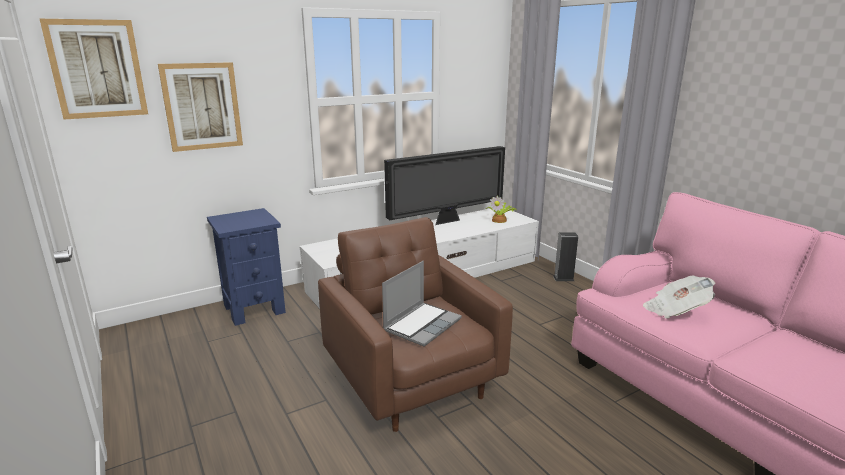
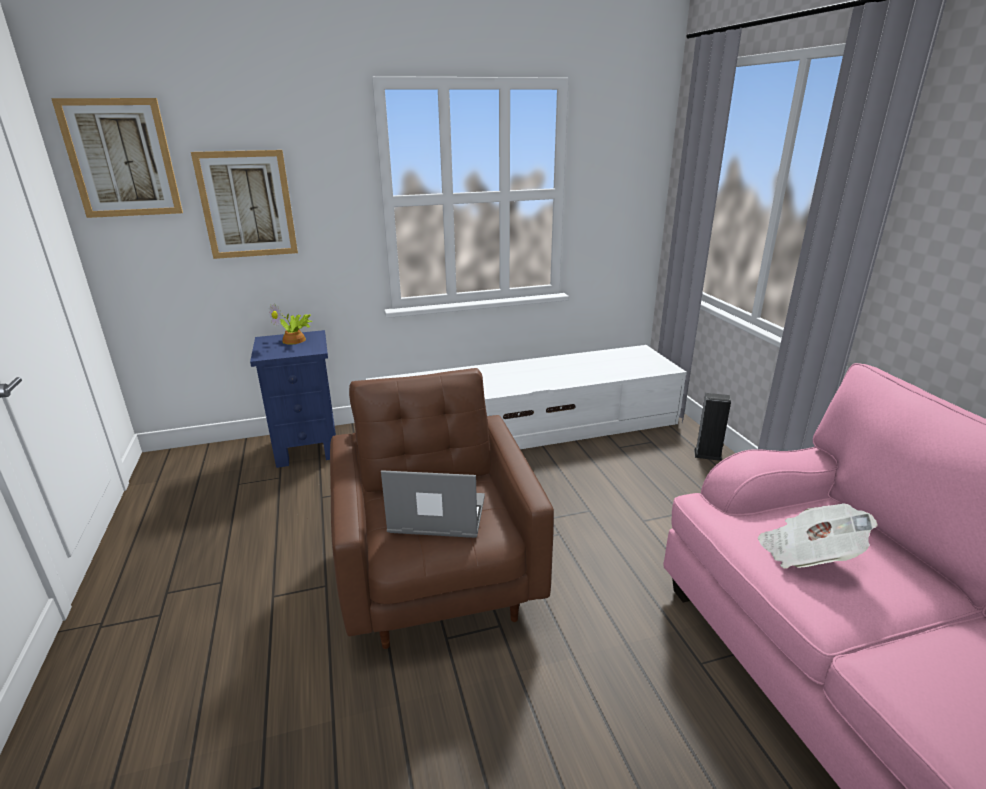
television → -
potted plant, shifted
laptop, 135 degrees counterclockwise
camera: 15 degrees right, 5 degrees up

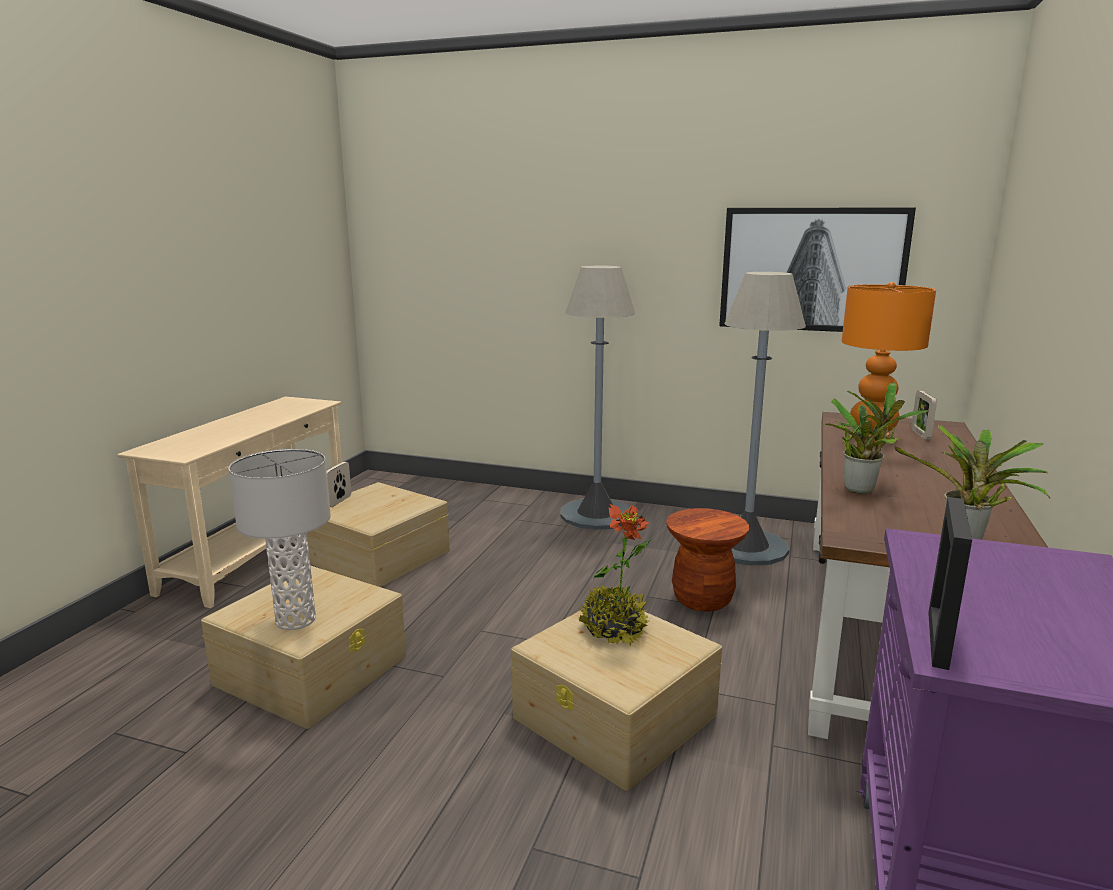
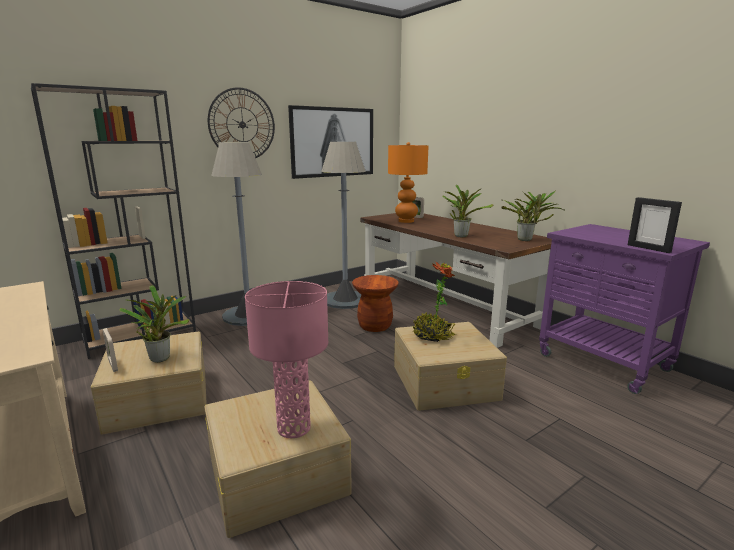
- → bookcase
- → potted plant (no. 1 from left)
- → wall clock
table lamp (white) → table lamp (pink)
camera: 55 degrees left, 0 degrees up

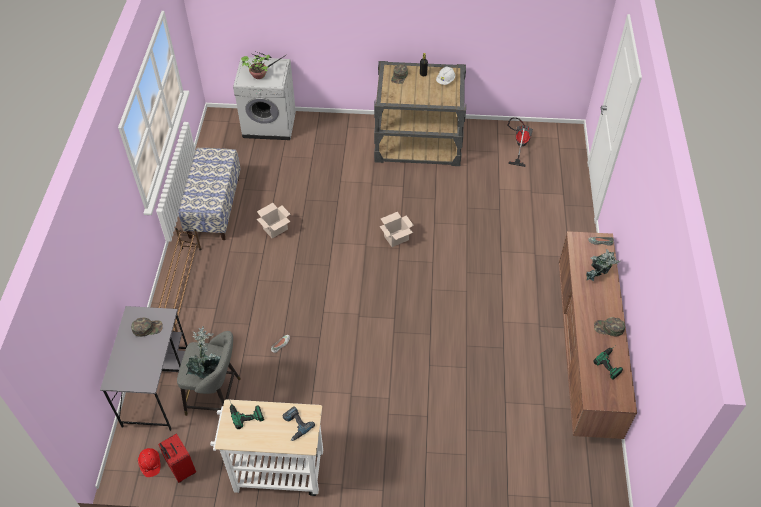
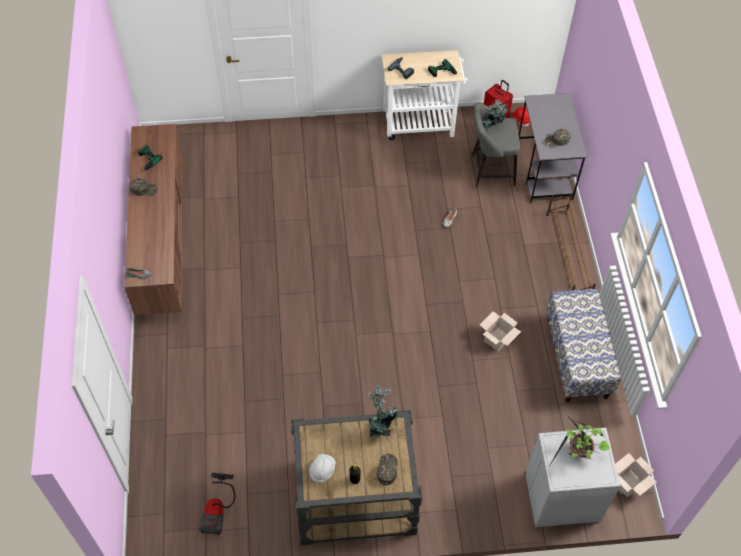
cardboard box (no. 2 from left), shifted
potted plant (no. 3 from left in the first image) → potted plant (no. 1 from left), shifted
camera: 170 degrees right, 5 degrees up

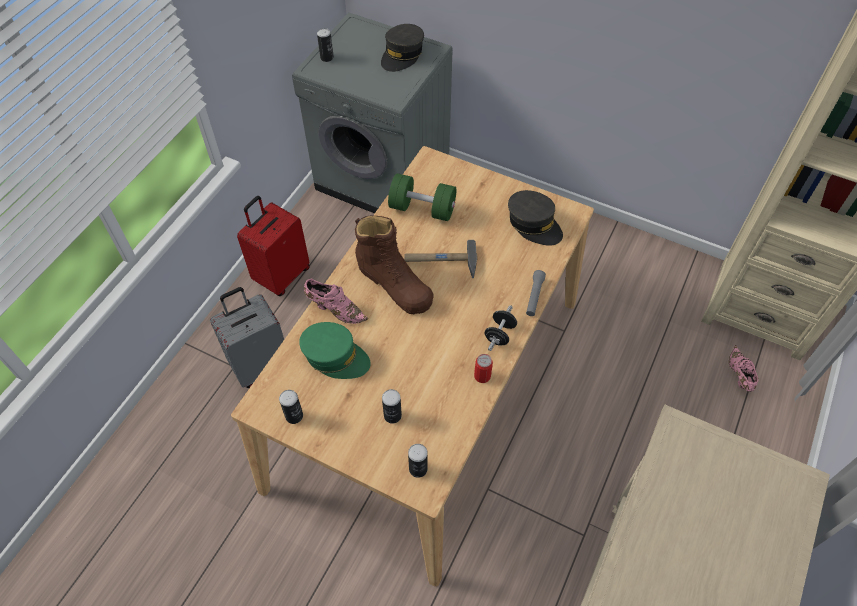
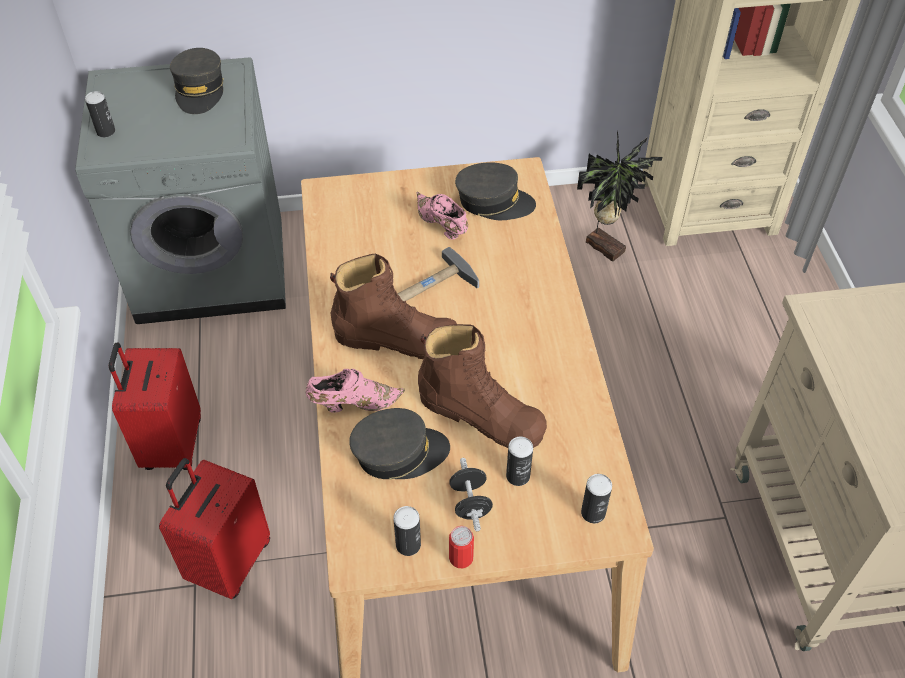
dumbbell (green) → -
flashlight (grey) → -
- → boot (brown) (no. 2 from left)
- → potted plant
can (no. 5 from left in the first image) → can (no. 3 from left), shifted
dumbbell (black), shifted
shoe (pink) (no. 2 from left), shifted
suitcase (grey) → suitcase (red) (no. 2 from left)
cap (green) → cap (grey) (no. 2 from left)
camera: 35 degrees left, 5 degrees down

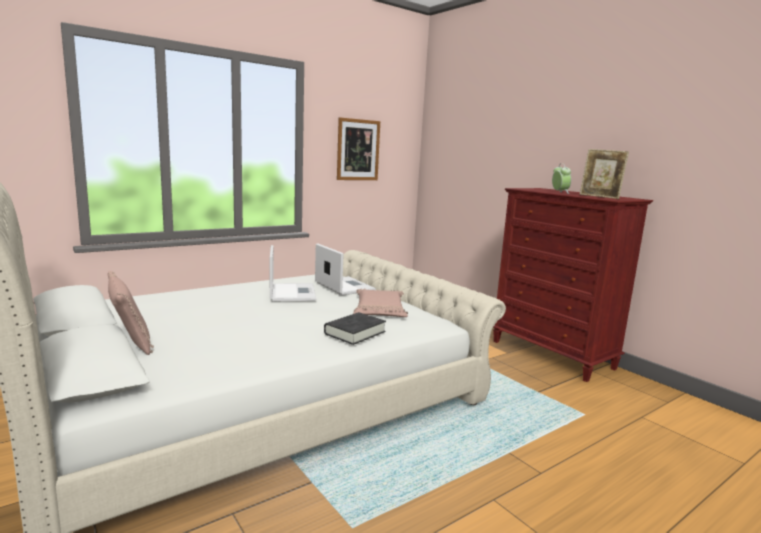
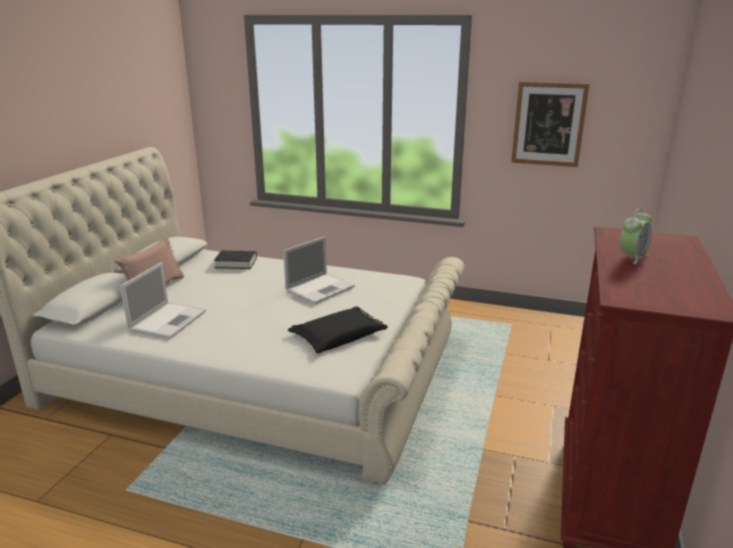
picture frame → -
laptop (no. 2 from left in the first image) → laptop (no. 1 from left), shifted
book (black), shifted
pillow (beige) (no. 2 from left) → pillow (black)
camera: 55 degrees right, 10 degrees up

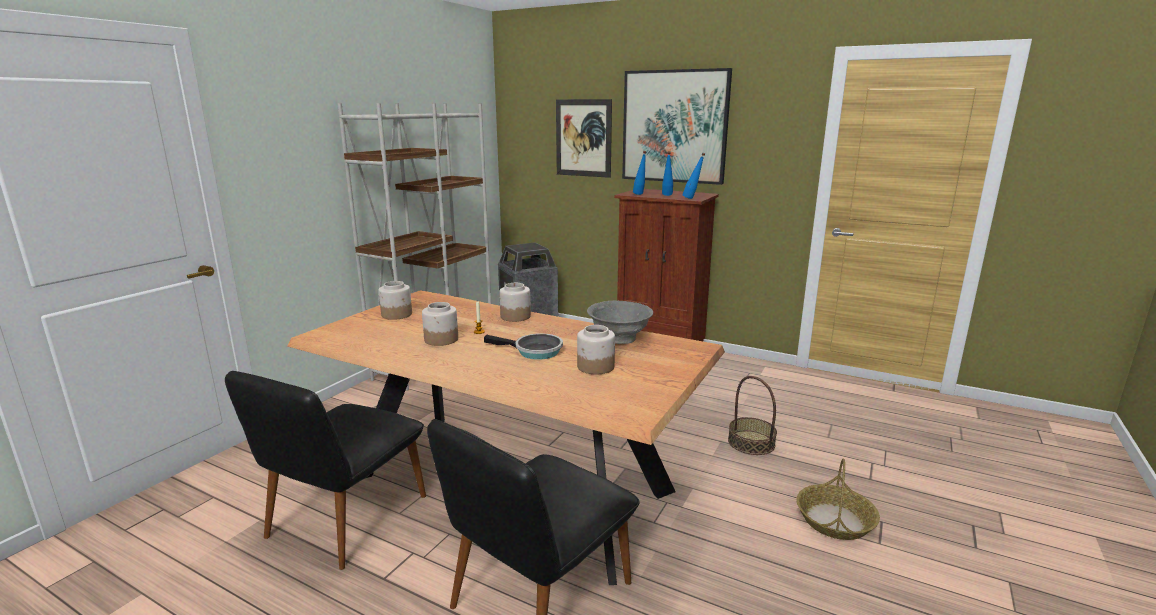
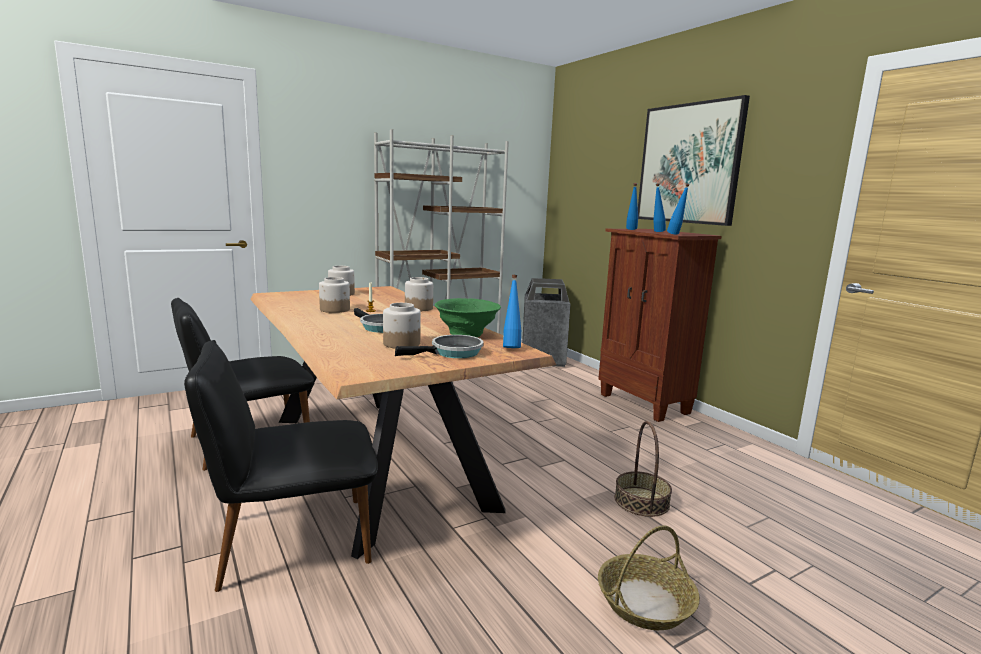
picture (no. 1 from left) → -
- → frying pan (no. 2 from left)
- → bottle (blue) (no. 1 from left)
bowl (grey) → bowl (green)
camera: 30 degrees right, 5 degrees down

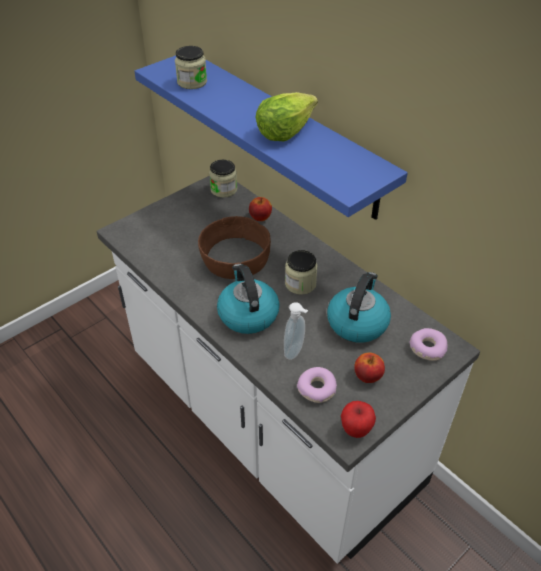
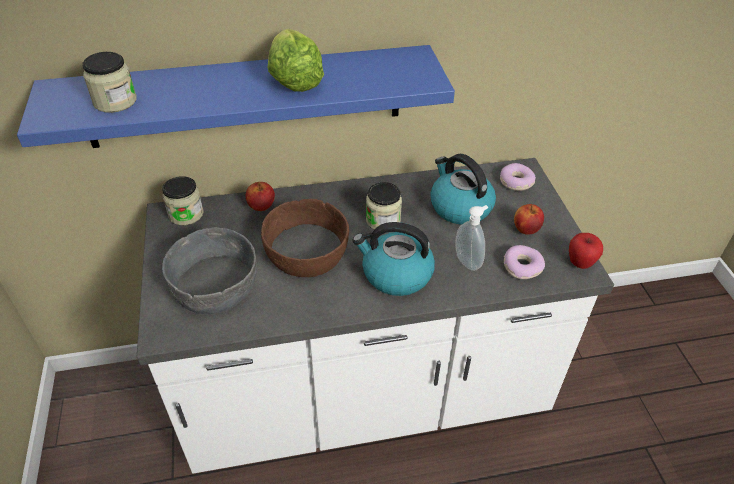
- → bowl (grey)
camera: 60 degrees left, 0 degrees up

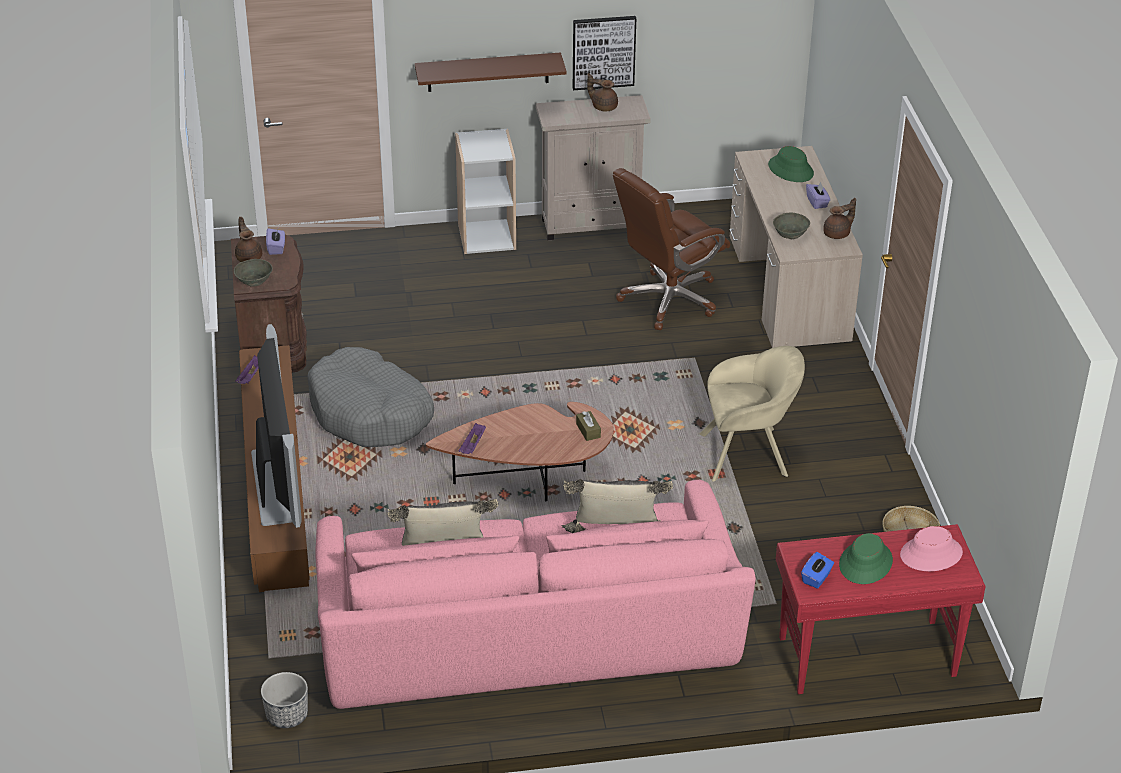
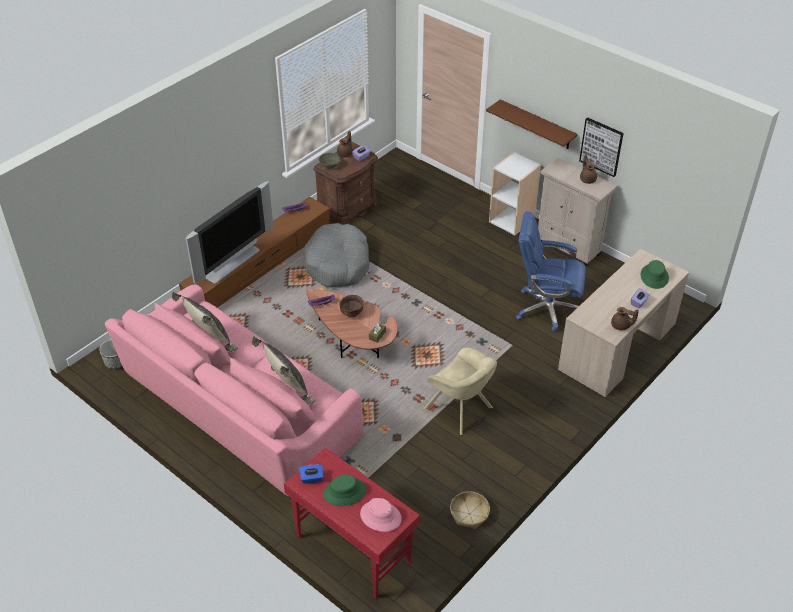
bowl (grey) (no. 2 from left) → -
- → bowl (brown)
office chair (brown) → office chair (blue)
camera: 50 degrees right, 5 degrees up

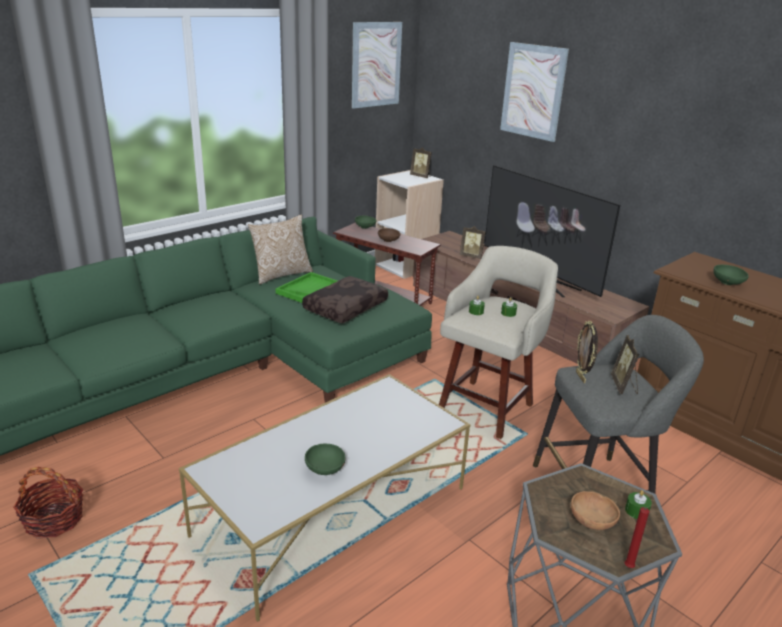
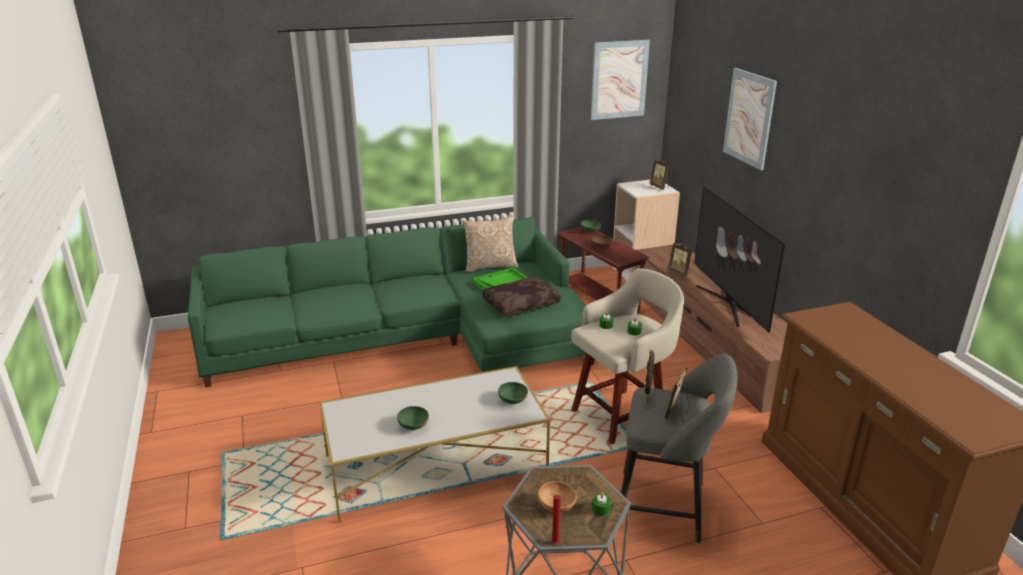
basket → -
bowl (green) (no. 3 from left in the first image) → bowl (green) (no. 2 from left), shifted
camera: 25 degrees right, 0 degrees up

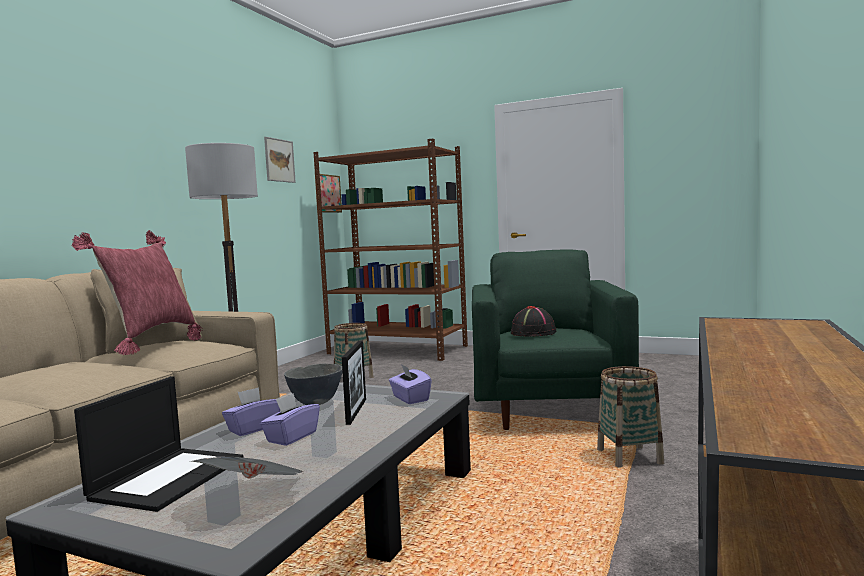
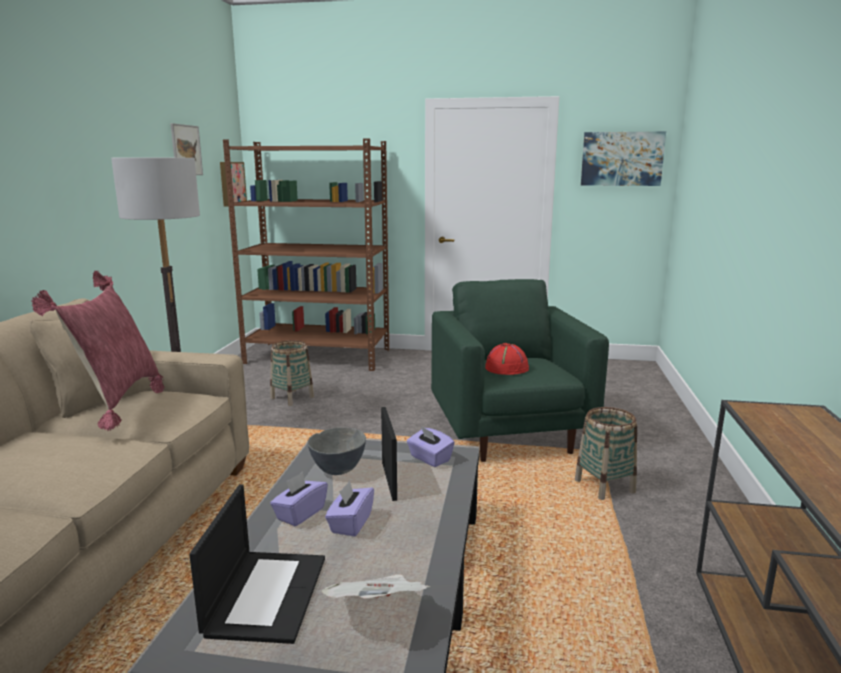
- → picture (no. 3 from left)
hat (black) → hat (red)
camera: 15 degrees left, 10 degrees up

